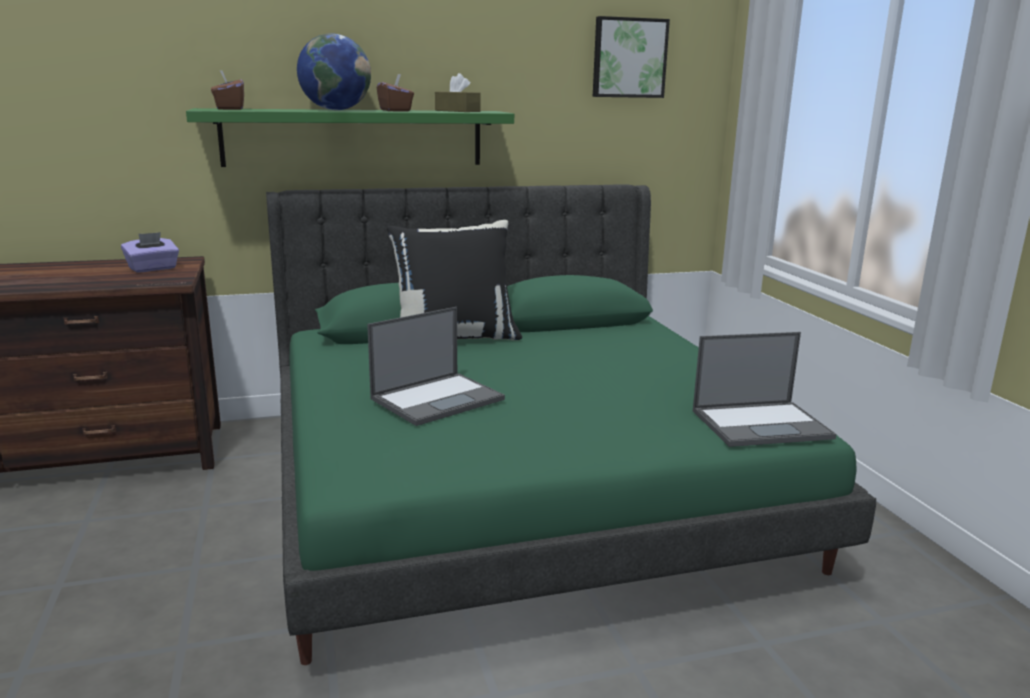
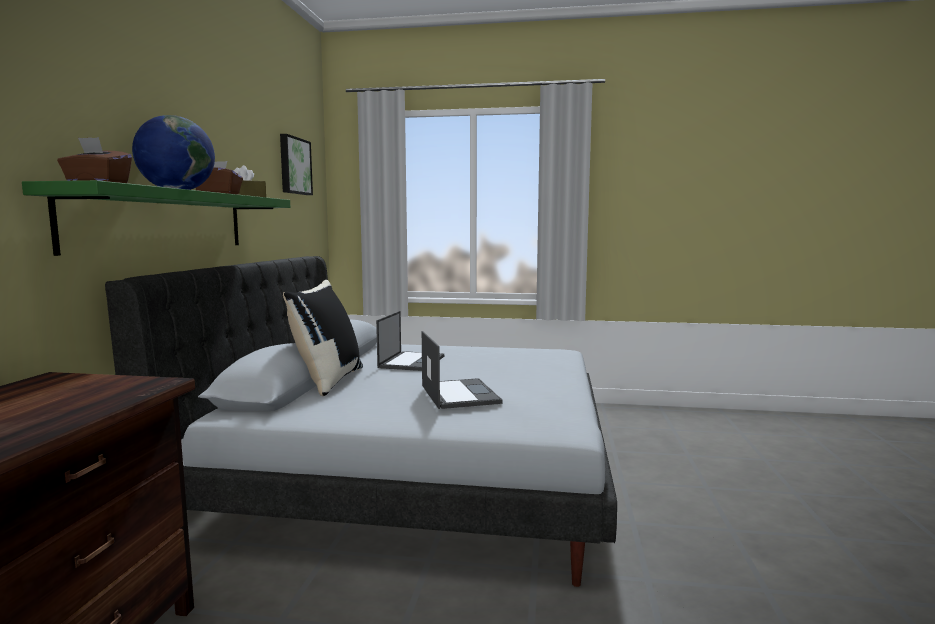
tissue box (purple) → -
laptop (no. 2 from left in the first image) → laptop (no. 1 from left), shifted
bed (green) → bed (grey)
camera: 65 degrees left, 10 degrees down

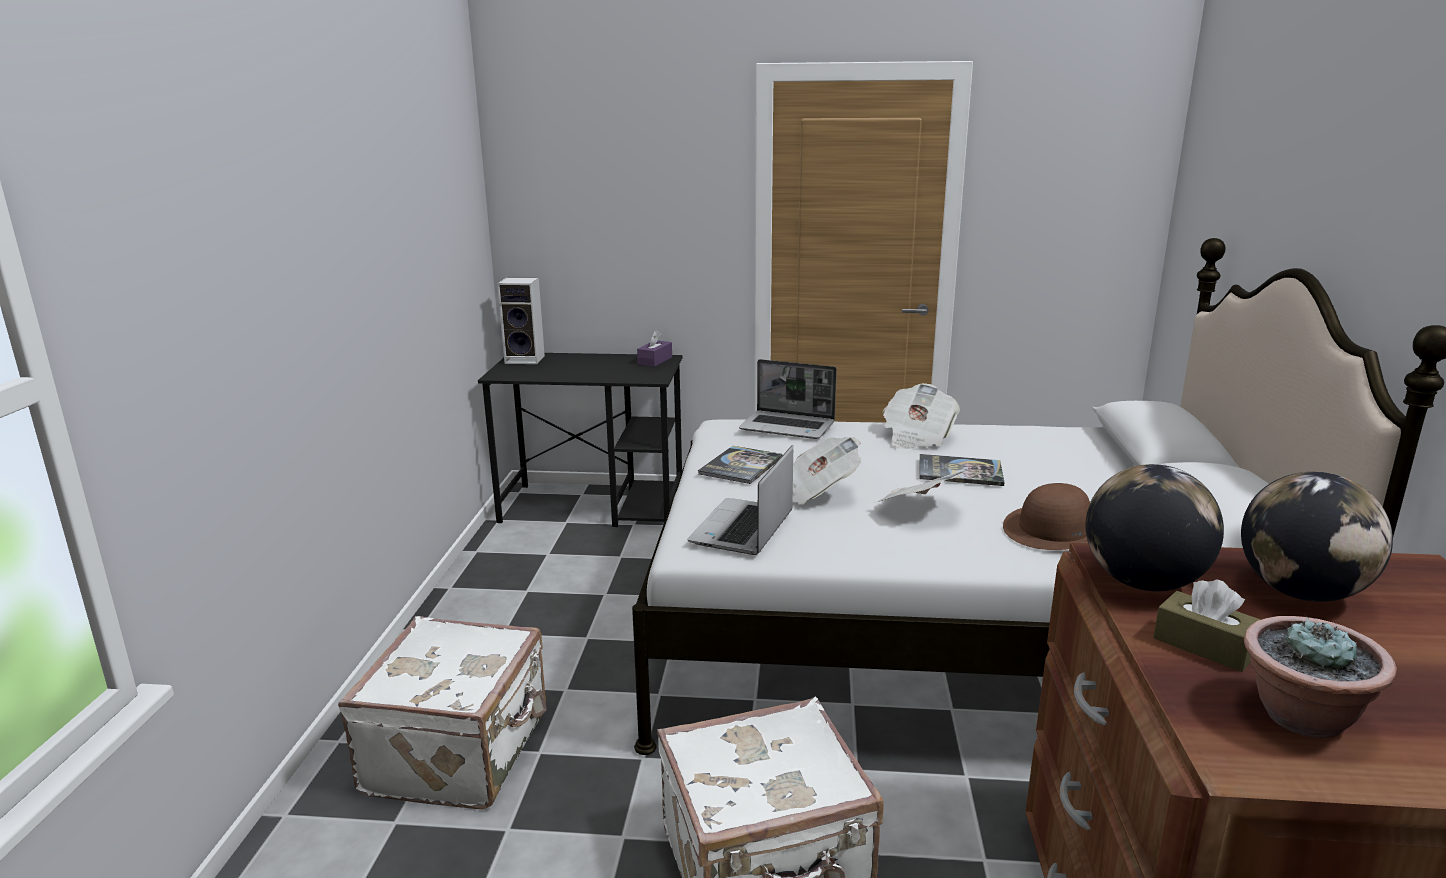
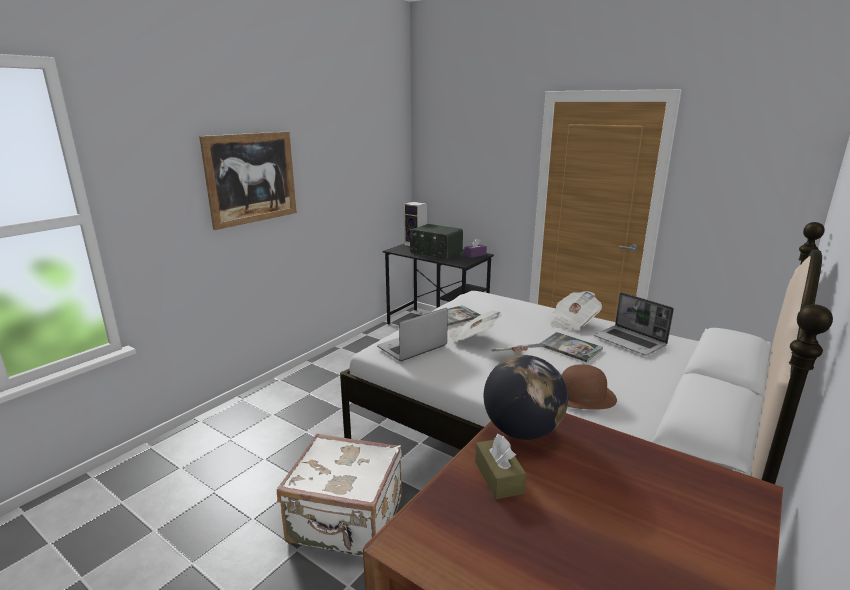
suitcase (white) (no. 1 from left) → -
globe (no. 2 from left) → -
potted plant → -
- → picture
- → radio
laptop (no. 2 from left), shifted
camera: 30 degrees right, 0 degrees up

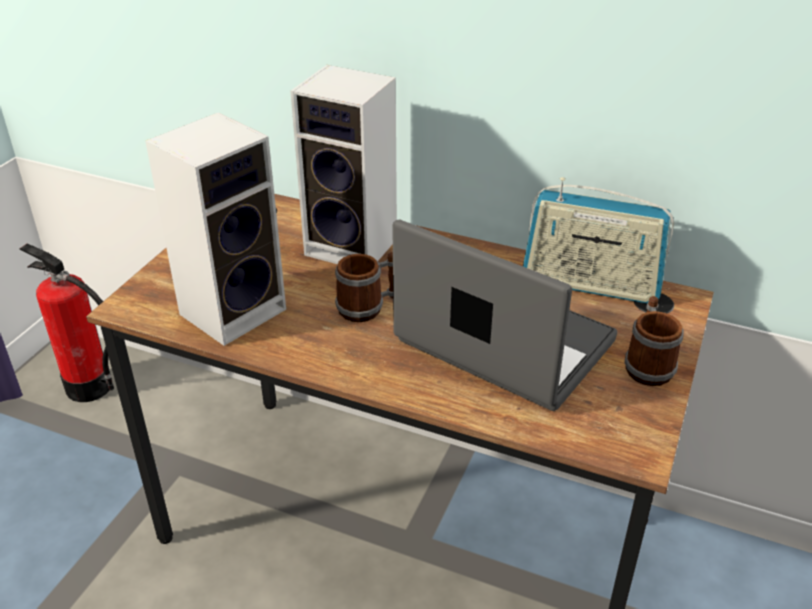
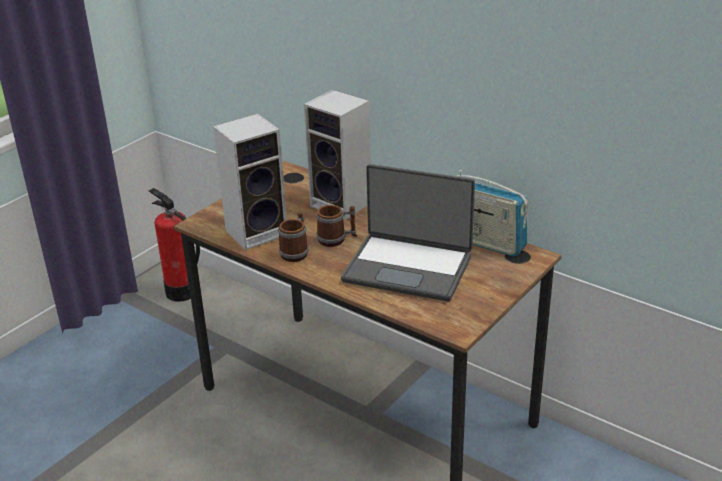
mug (no. 2 from left in the first image) → mug (no. 1 from left), shifted
laptop, 150 degrees clockwise
camera: 15 degrees right, 5 degrees down

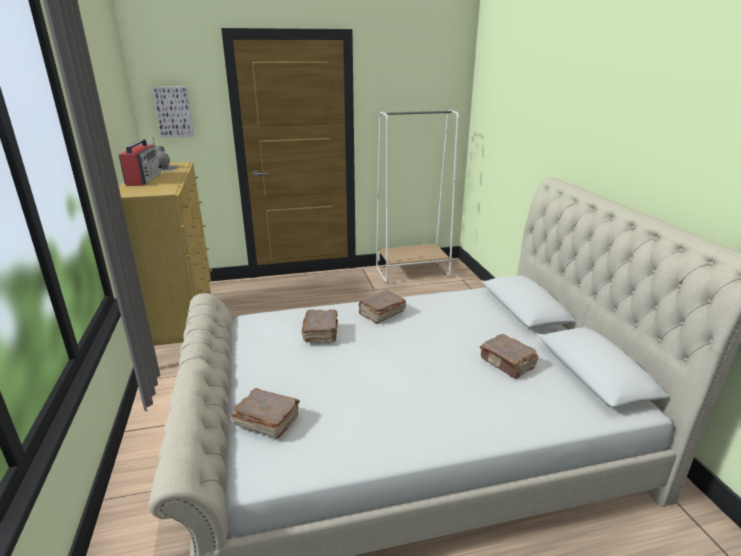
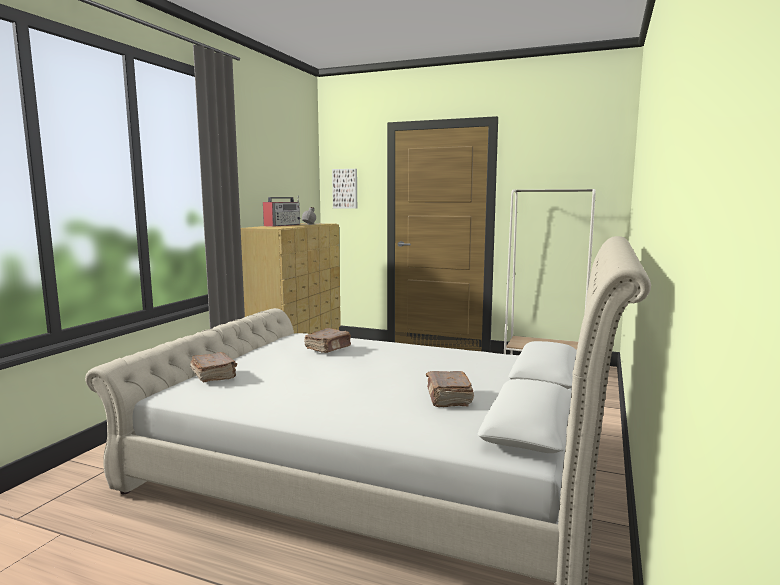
book (brown) (no. 3 from left) → -
camera: 35 degrees right, 15 degrees down

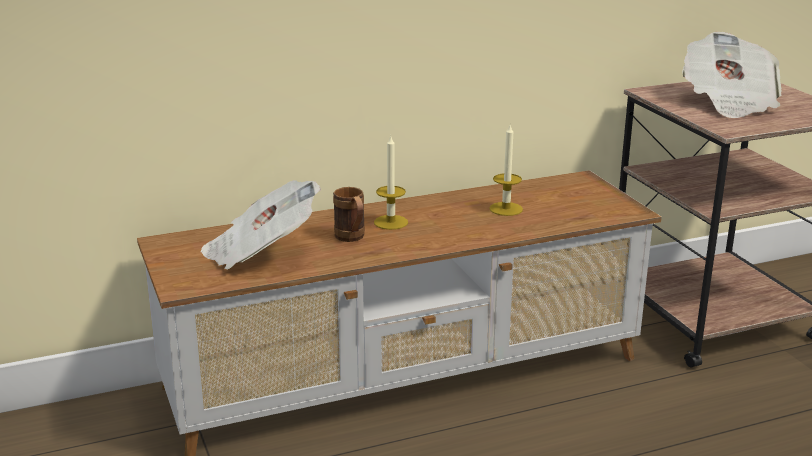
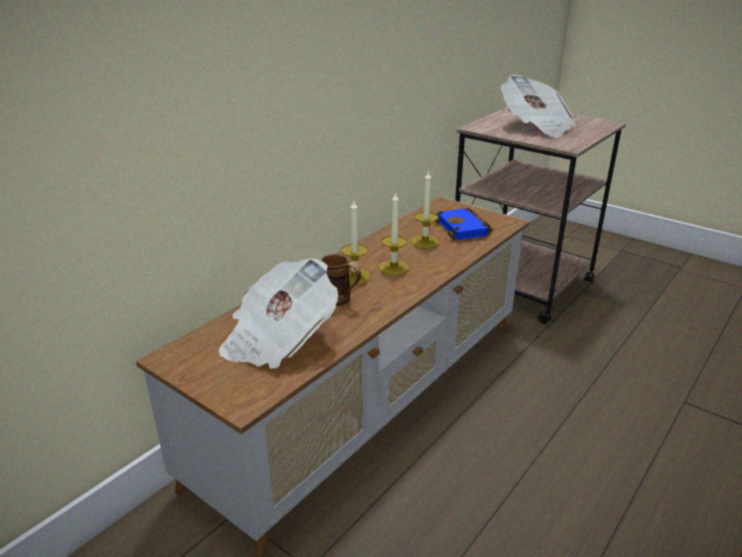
- → candle (no. 2 from left)
- → book (blue)
camera: 30 degrees left, 5 degrees up

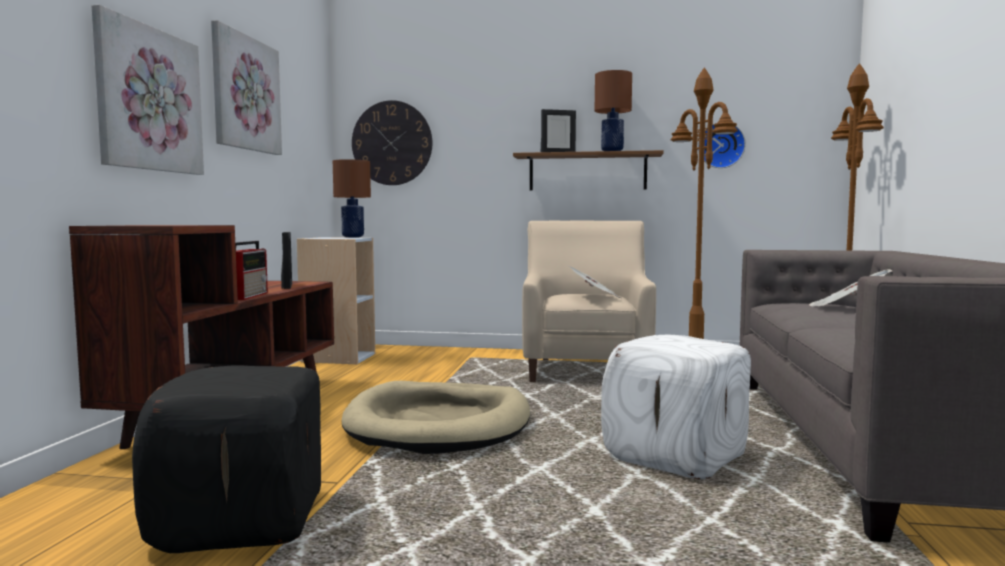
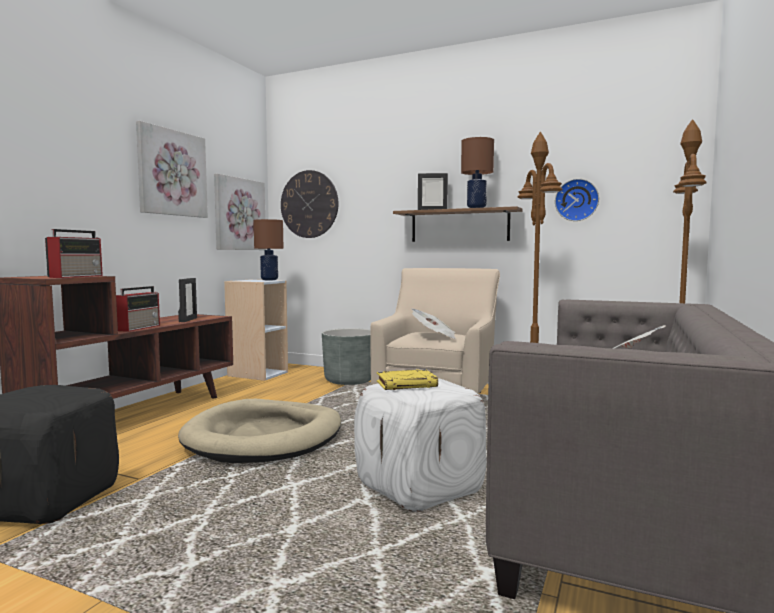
- → radio (no. 1 from left)
- → planter (grey)
- → book (yellow)
picture (no. 1 from left in the first image) → picture (no. 2 from left), shifted
camera: 15 degrees right, 0 degrees up

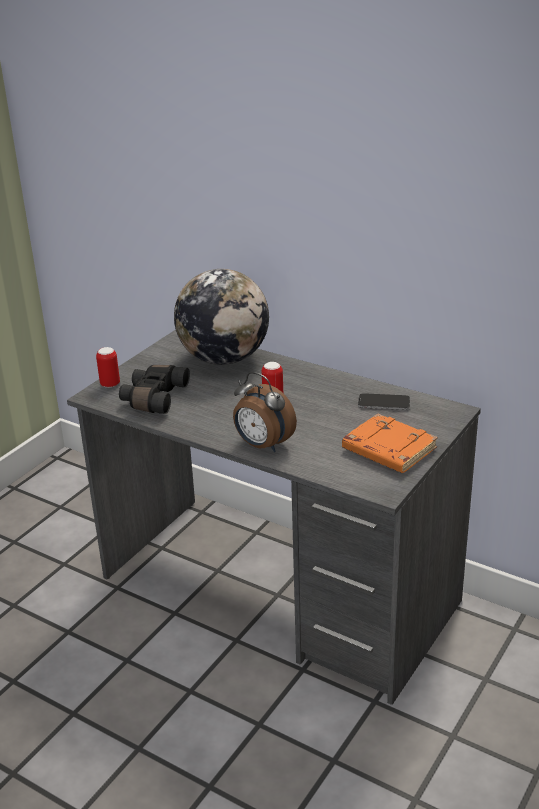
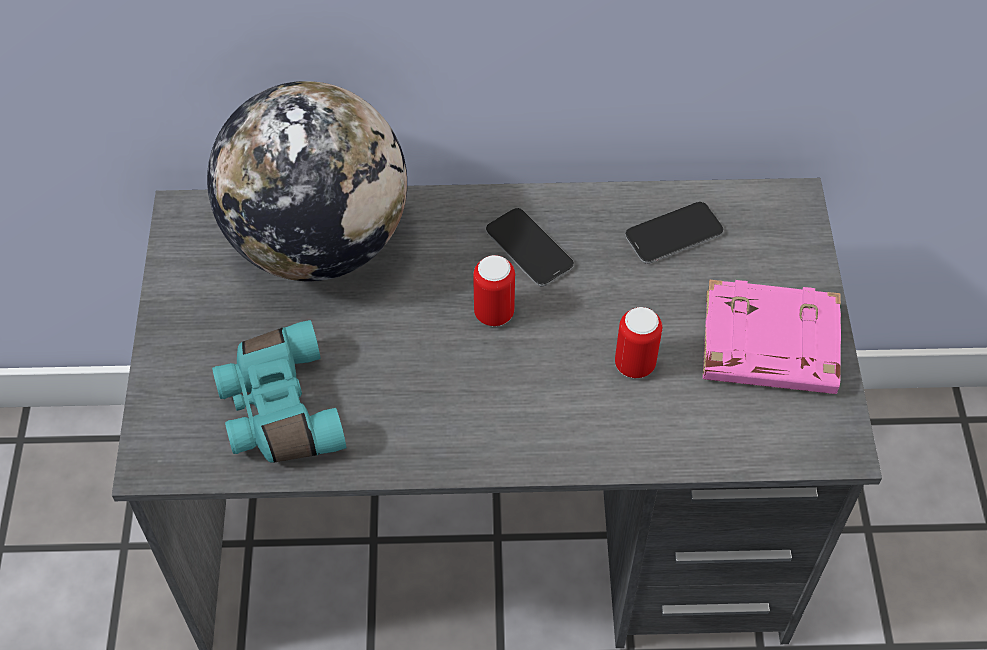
alarm clock → -
- → phone (no. 1 from left)
can (no. 1 from left in the first image) → can (no. 2 from left), shifted
binoculars (black) → binoculars (turquoise)
book (orange) → book (pink)
camera: 35 degrees left, 25 degrees up

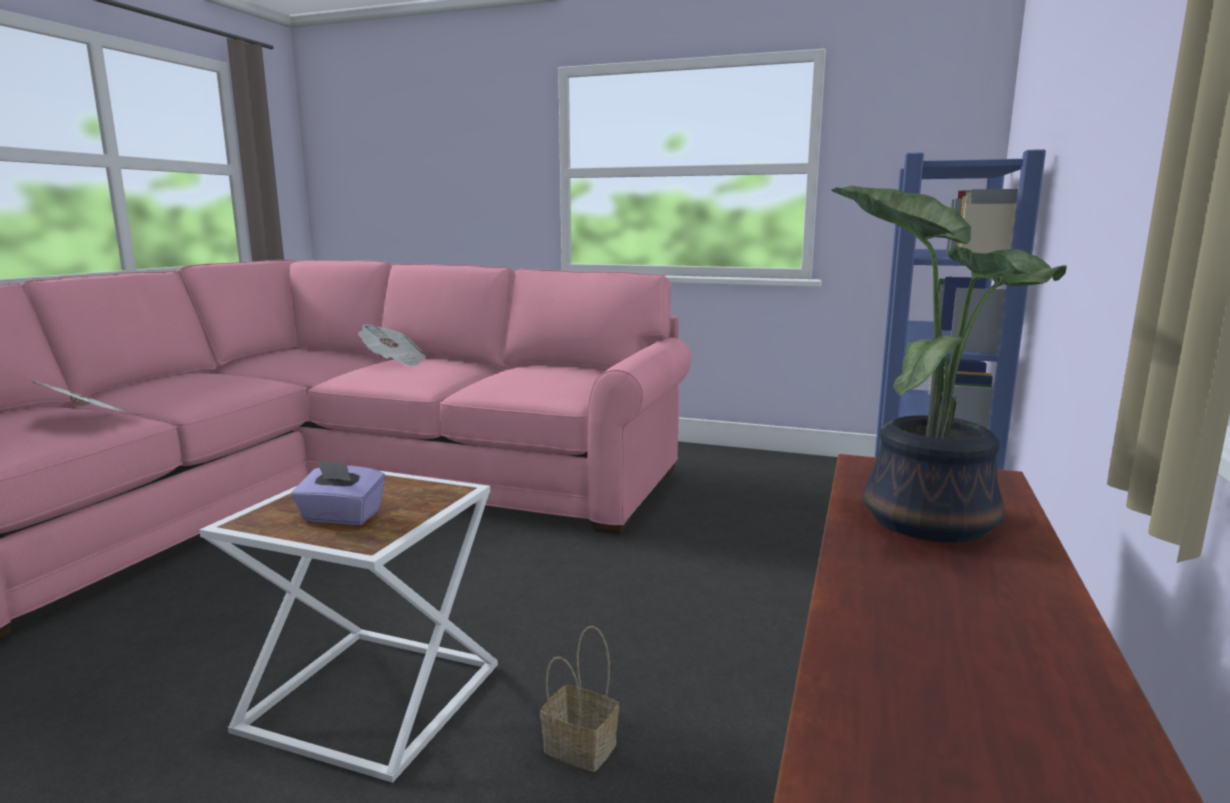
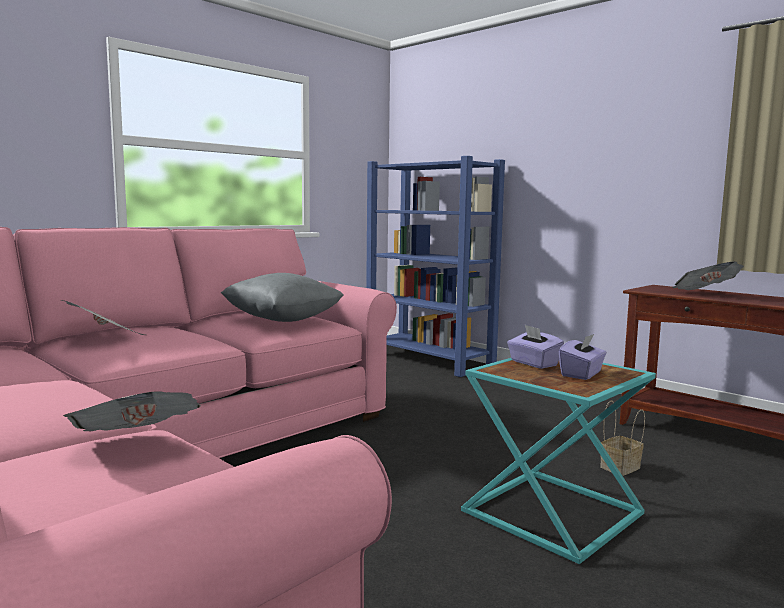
- → pillow (grey)
- → tissue box (purple) (no. 1 from left)
potted plant → newspaper (no. 3 from left)
side table (white) → side table (turquoise)
camera: 65 degrees left, 5 degrees down

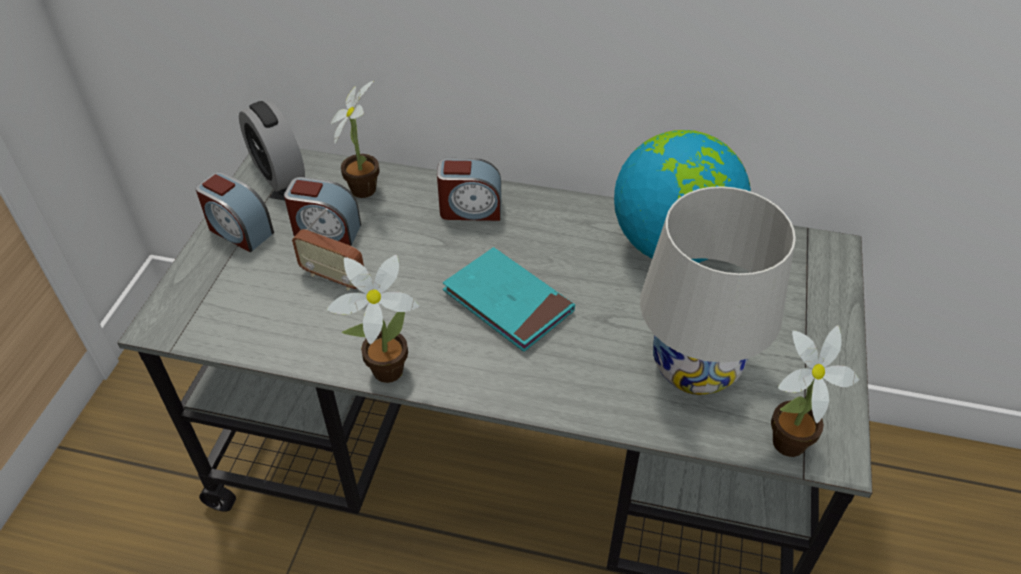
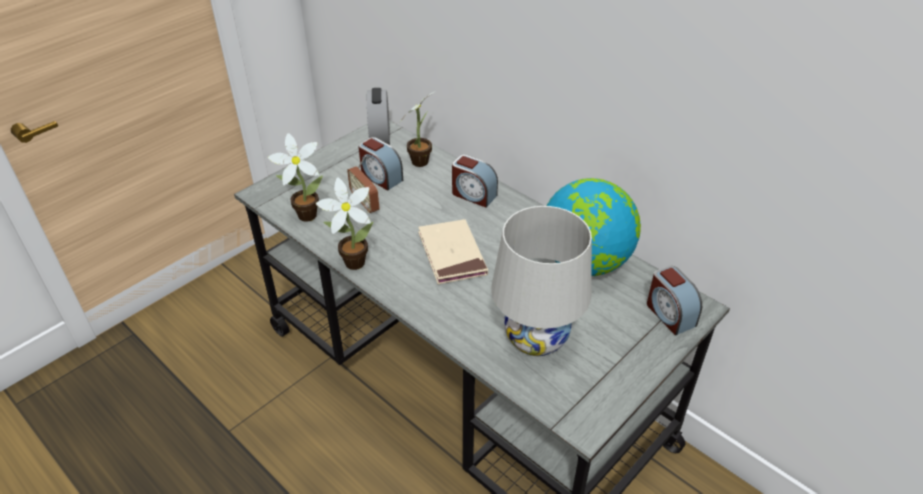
alarm clock (no. 1 from left in the first image) → alarm clock (no. 4 from left), shifted
potted plant (no. 3 from left in the first image) → potted plant (no. 1 from left), shifted
book (turquoise) → book (beige)
camera: 30 degrees right, 5 degrees down

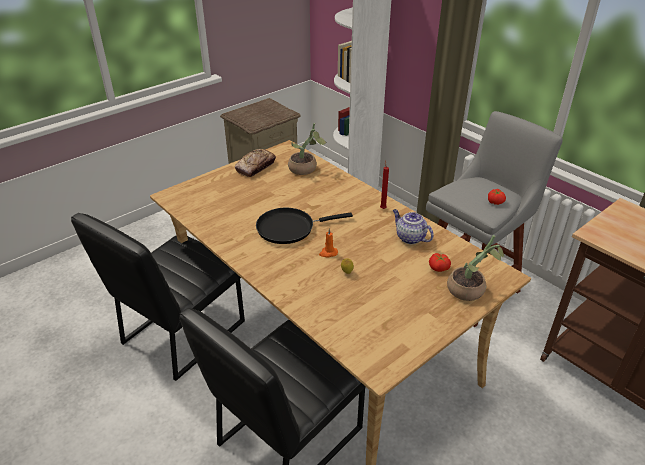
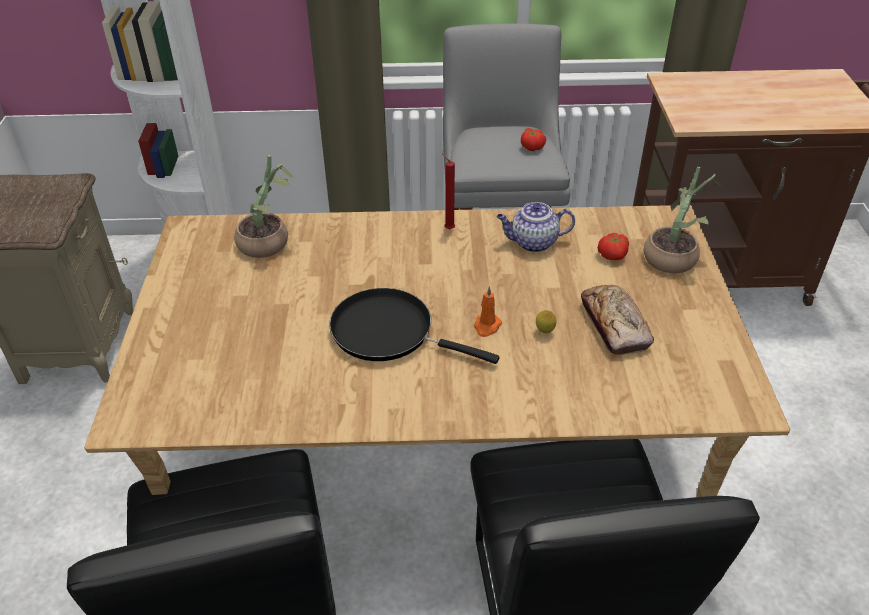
bread, shifted
frying pan (black), 90 degrees clockwise
camera: 50 degrees left, 5 degrees up

